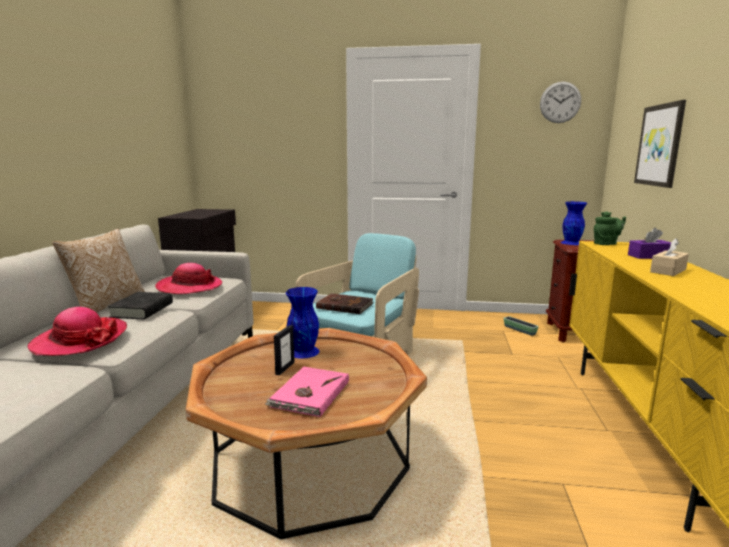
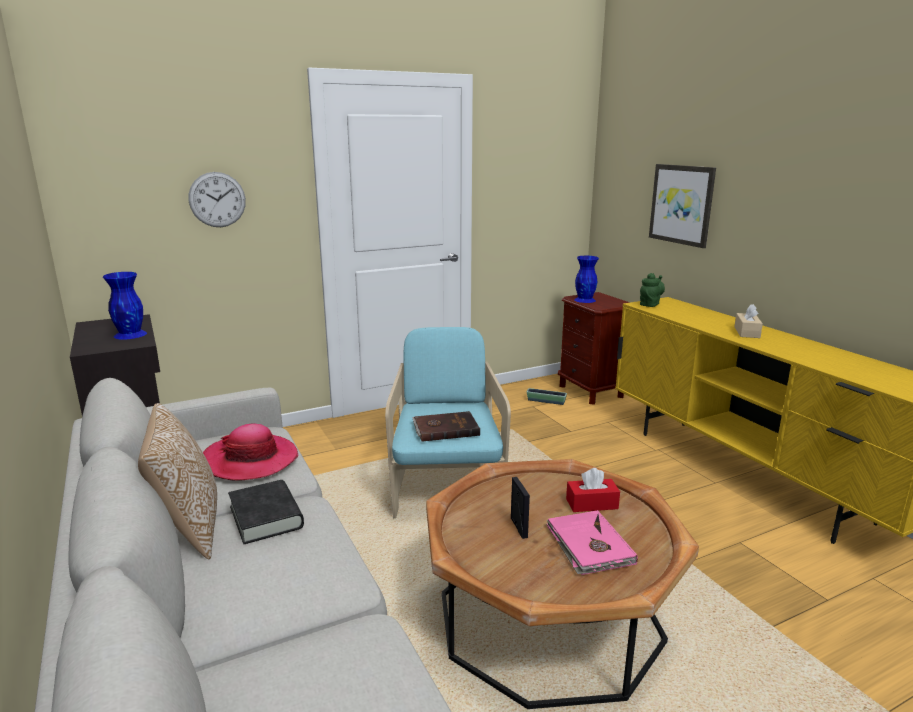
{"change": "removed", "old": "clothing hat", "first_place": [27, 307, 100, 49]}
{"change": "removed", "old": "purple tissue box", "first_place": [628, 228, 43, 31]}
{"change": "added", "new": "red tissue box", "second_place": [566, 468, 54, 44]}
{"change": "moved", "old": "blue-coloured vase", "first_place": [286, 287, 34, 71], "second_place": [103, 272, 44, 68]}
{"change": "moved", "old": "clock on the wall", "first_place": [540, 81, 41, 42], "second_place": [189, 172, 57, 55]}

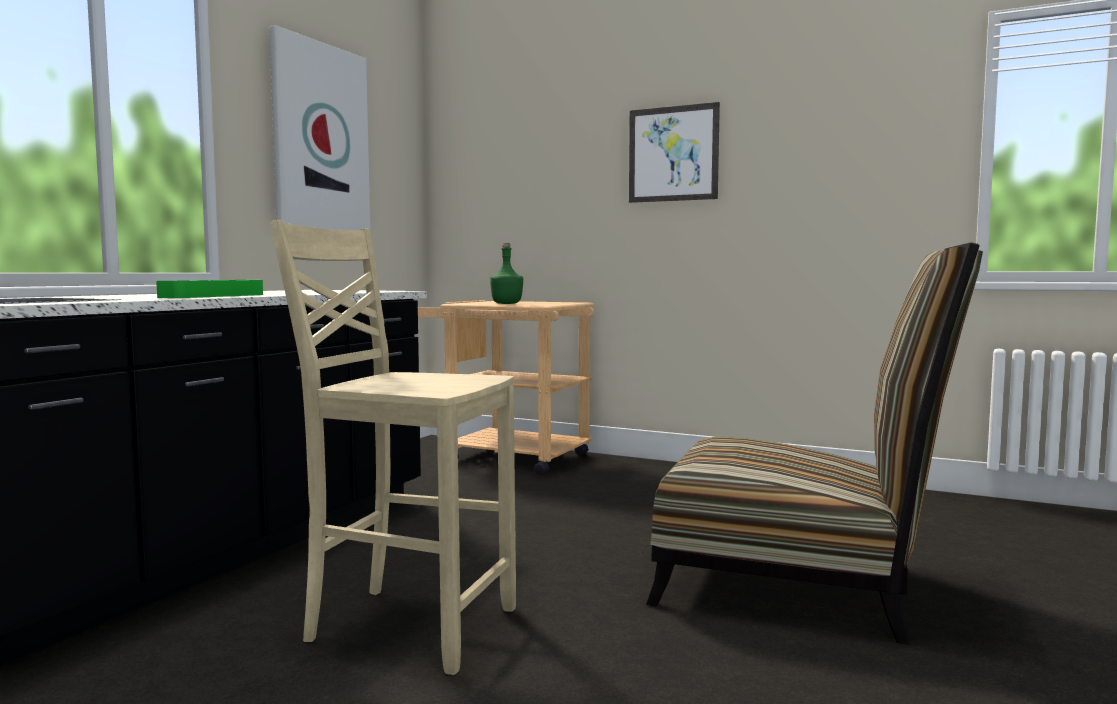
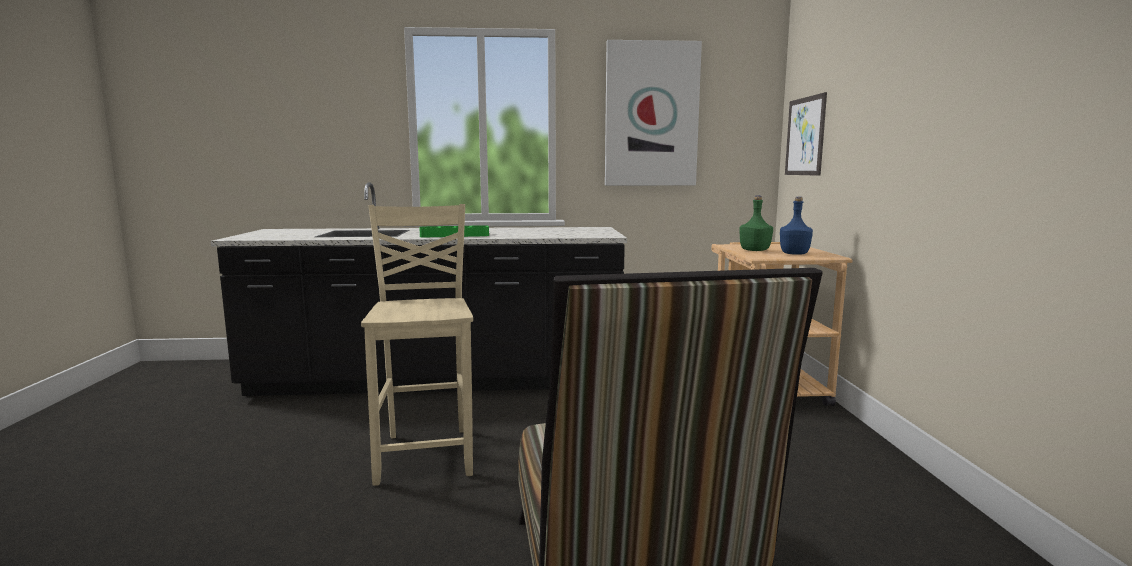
{"change": "added", "new": "blue-coloured beverage bottle", "second_place": [780, 197, 33, 58]}
{"change": "moved", "old": "wall picture", "first_place": [629, 102, 91, 101], "second_place": [785, 92, 42, 84]}

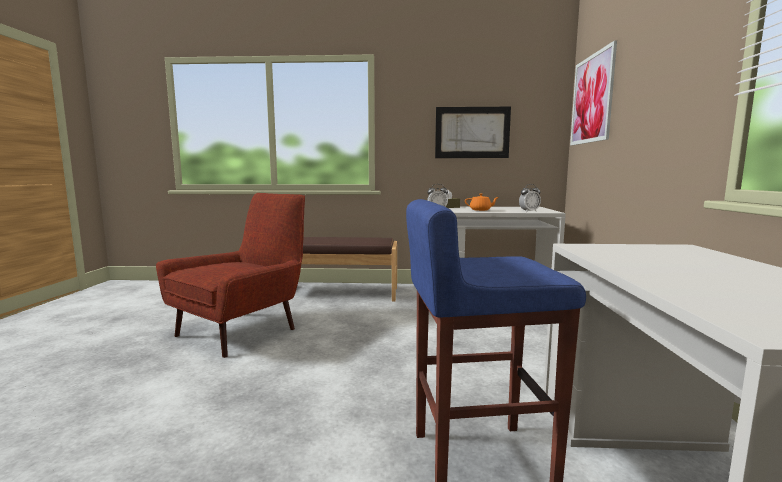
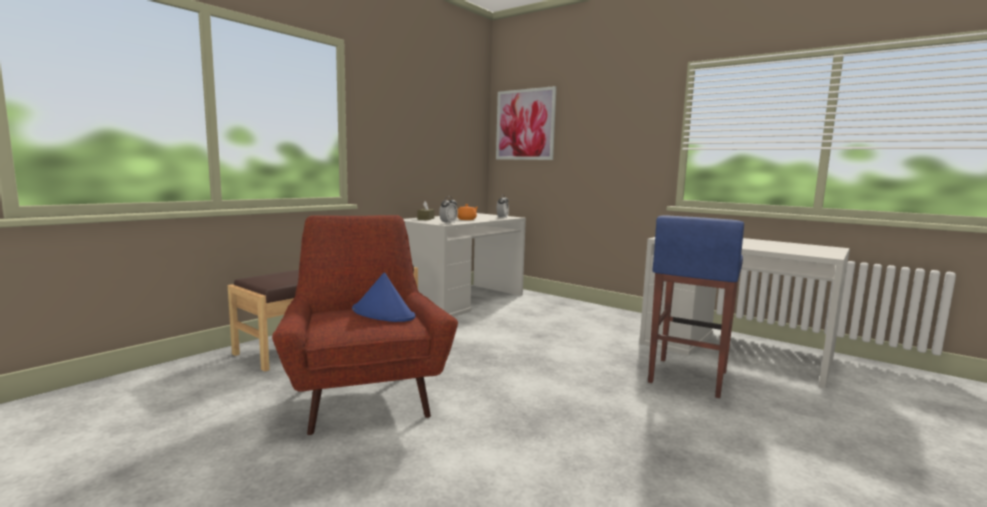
{"change": "removed", "old": "wall picture", "first_place": [435, 107, 76, 51]}
{"change": "added", "new": "blue-coloured clothing hat", "second_place": [352, 272, 63, 50]}

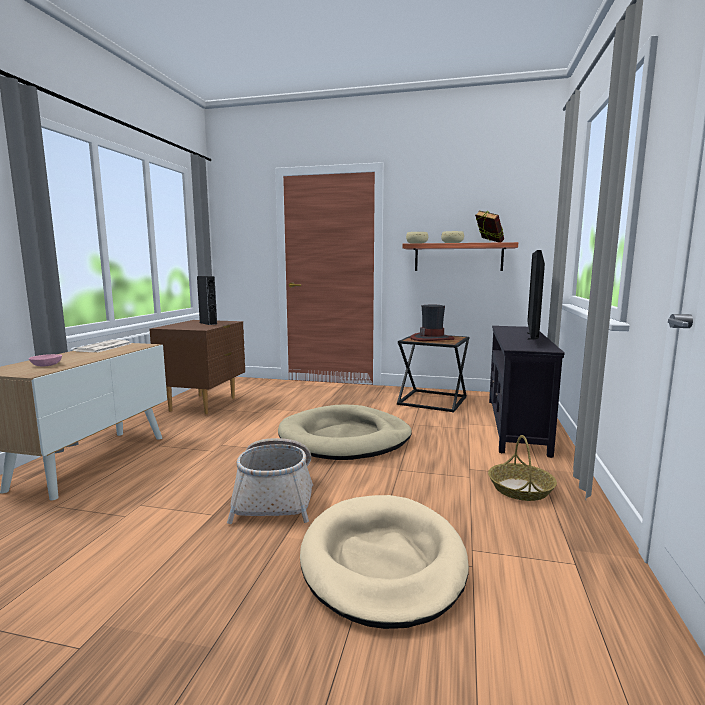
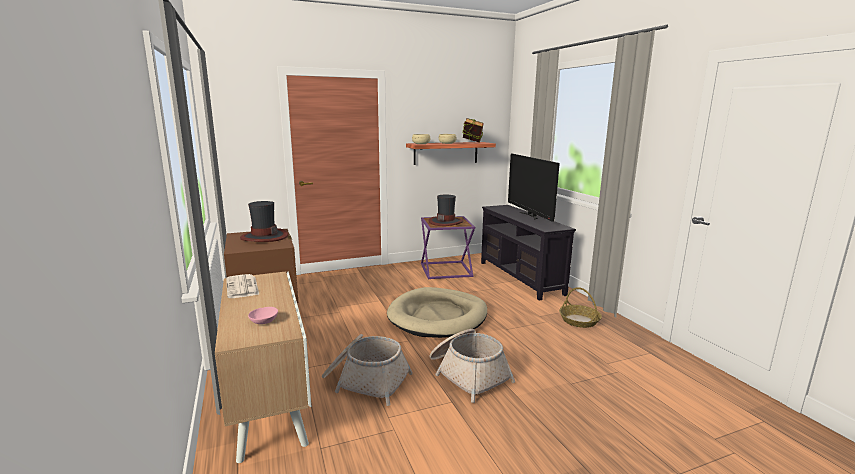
{"change": "removed", "old": "sand-coloured pet bed", "first_place": [300, 495, 169, 134]}
{"change": "added", "new": "household basket", "second_place": [322, 334, 91, 72]}
{"change": "replaced", "old": "blackish speaker", "new": "clothing hat", "first_place": [197, 276, 20, 49], "second_place": [240, 201, 48, 41]}
{"change": "recoloured", "old": "blackish side table", "new": "purple side table", "first_place": [397, 335, 72, 78], "second_place": [421, 216, 54, 63]}

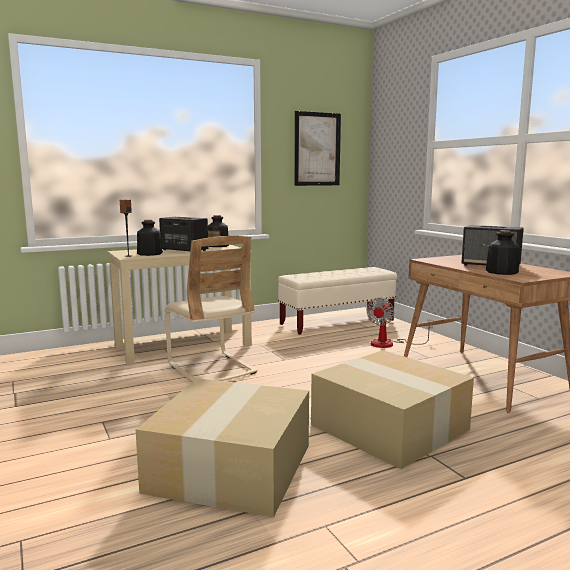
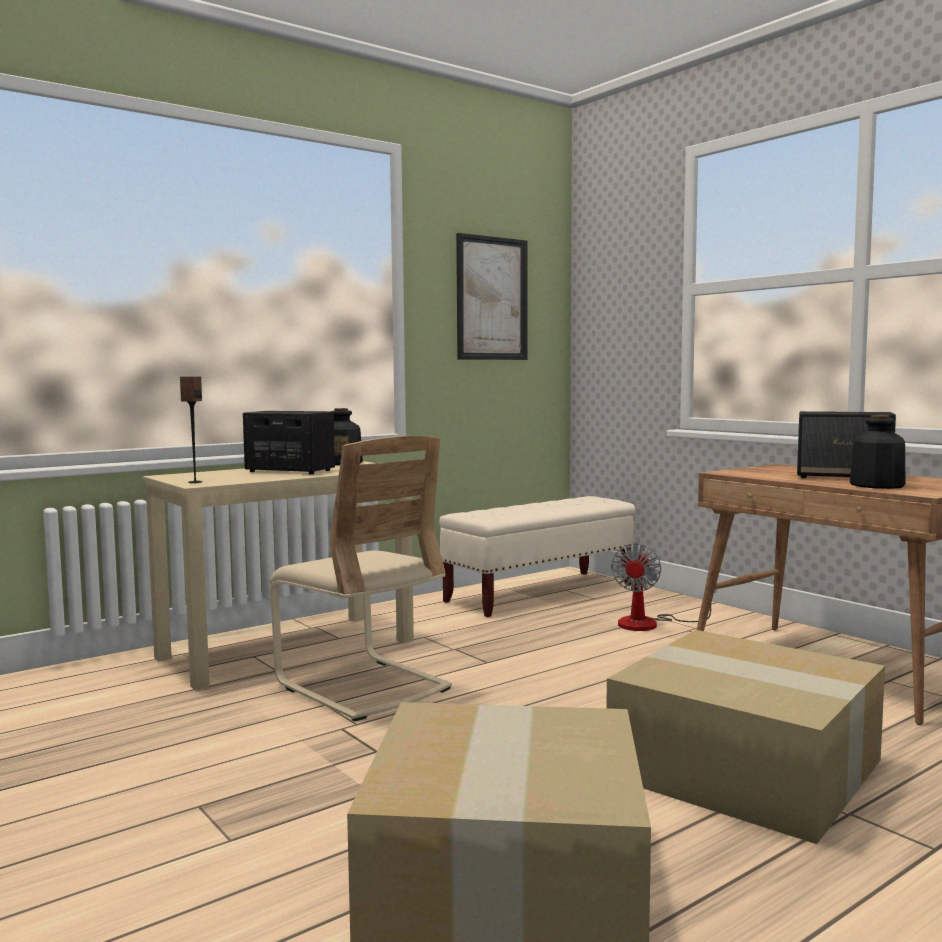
{"change": "removed", "old": "beverage bottle", "first_place": [137, 220, 26, 36]}

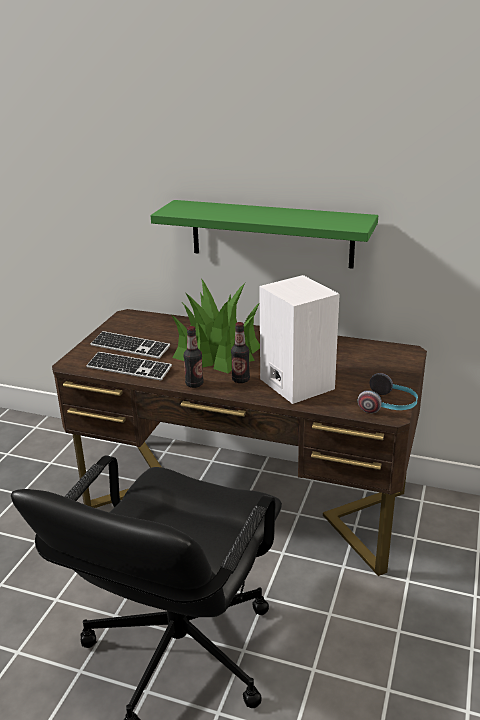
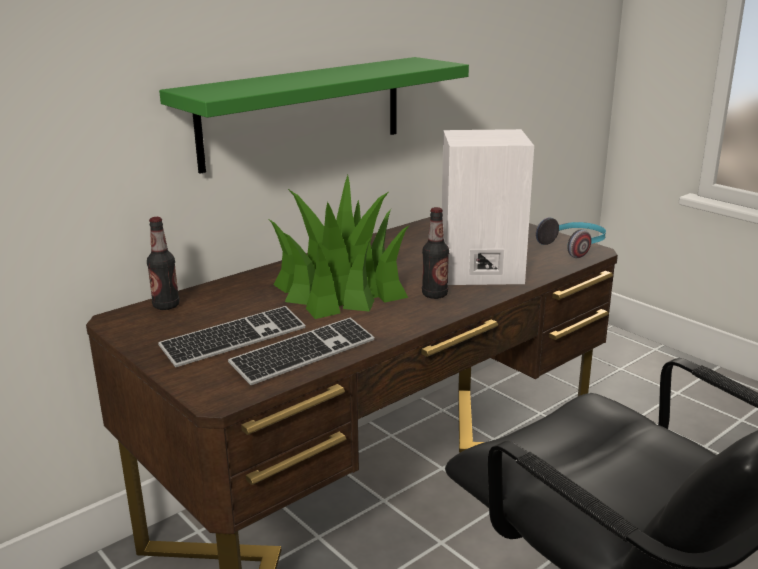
{"change": "moved", "old": "beverage bottle", "first_place": [184, 326, 19, 62], "second_place": [147, 217, 33, 93]}

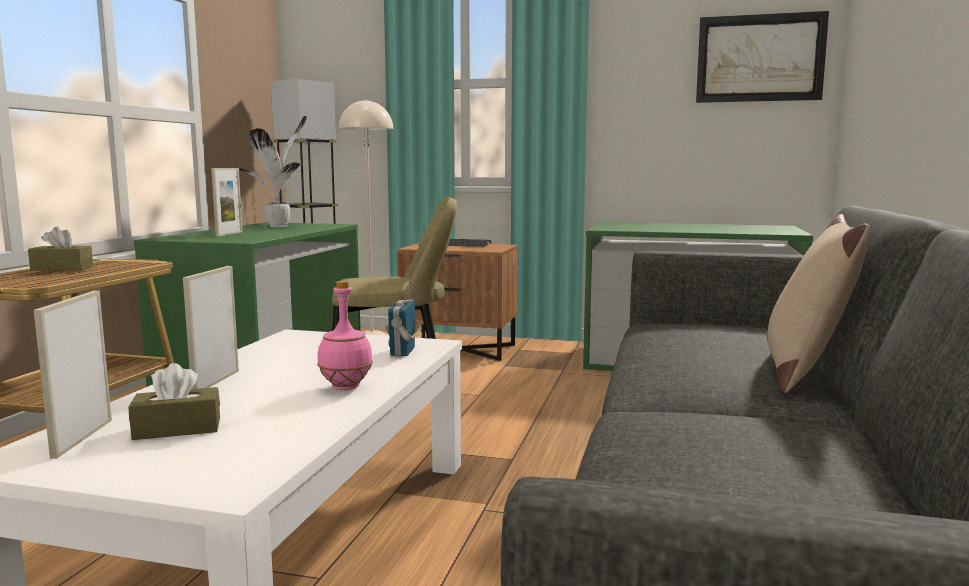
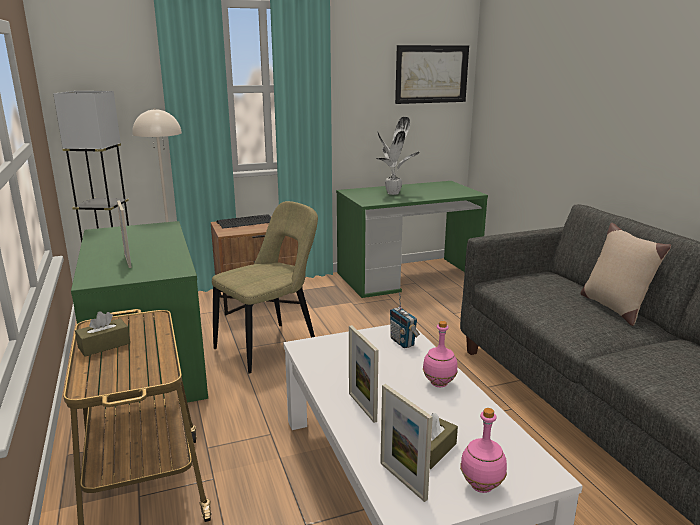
{"change": "added", "new": "pinkish beverage bottle", "second_place": [460, 408, 47, 85]}
{"change": "moved", "old": "houseplant", "first_place": [239, 116, 68, 111], "second_place": [376, 117, 44, 78]}

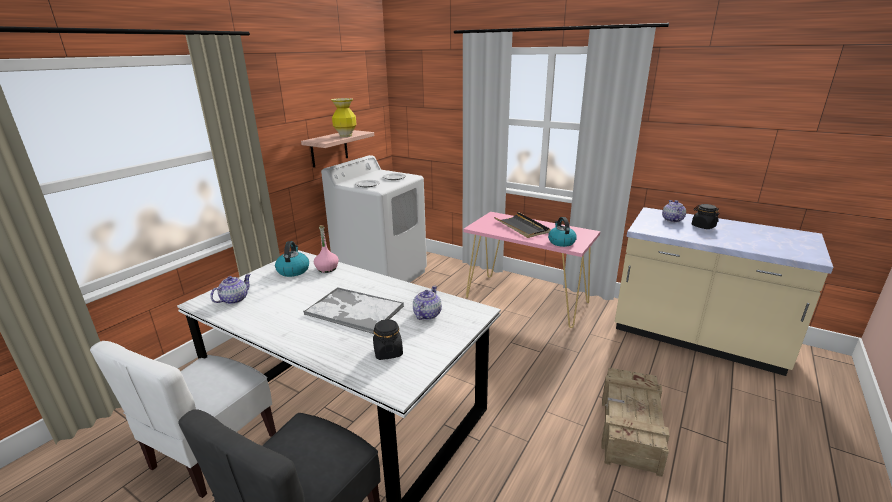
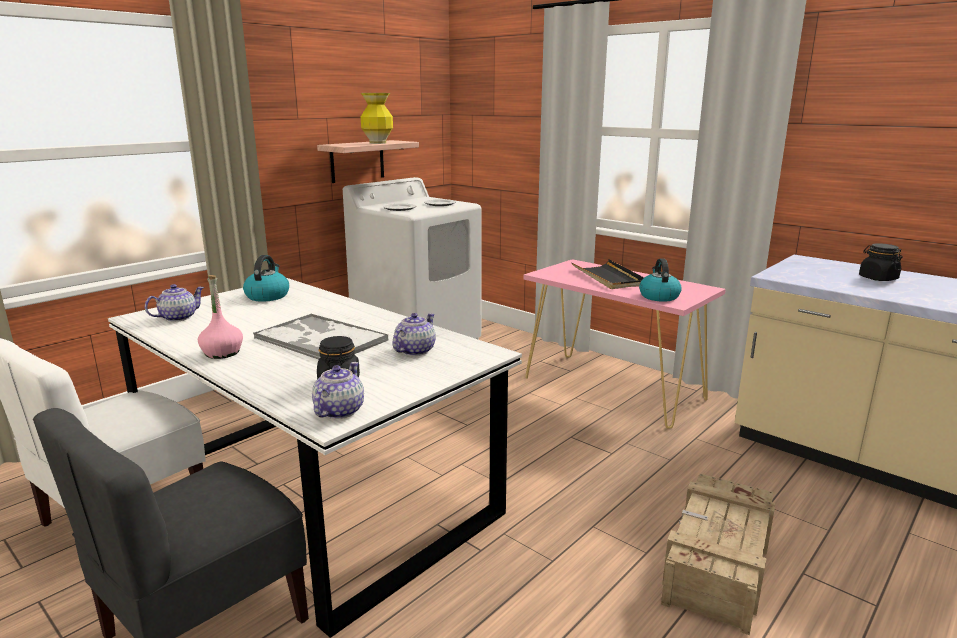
{"change": "moved", "old": "pinkish beverage bottle", "first_place": [314, 225, 25, 48], "second_place": [198, 275, 45, 84]}
{"change": "moved", "old": "tea pot", "first_place": [662, 200, 24, 22], "second_place": [312, 362, 52, 57]}

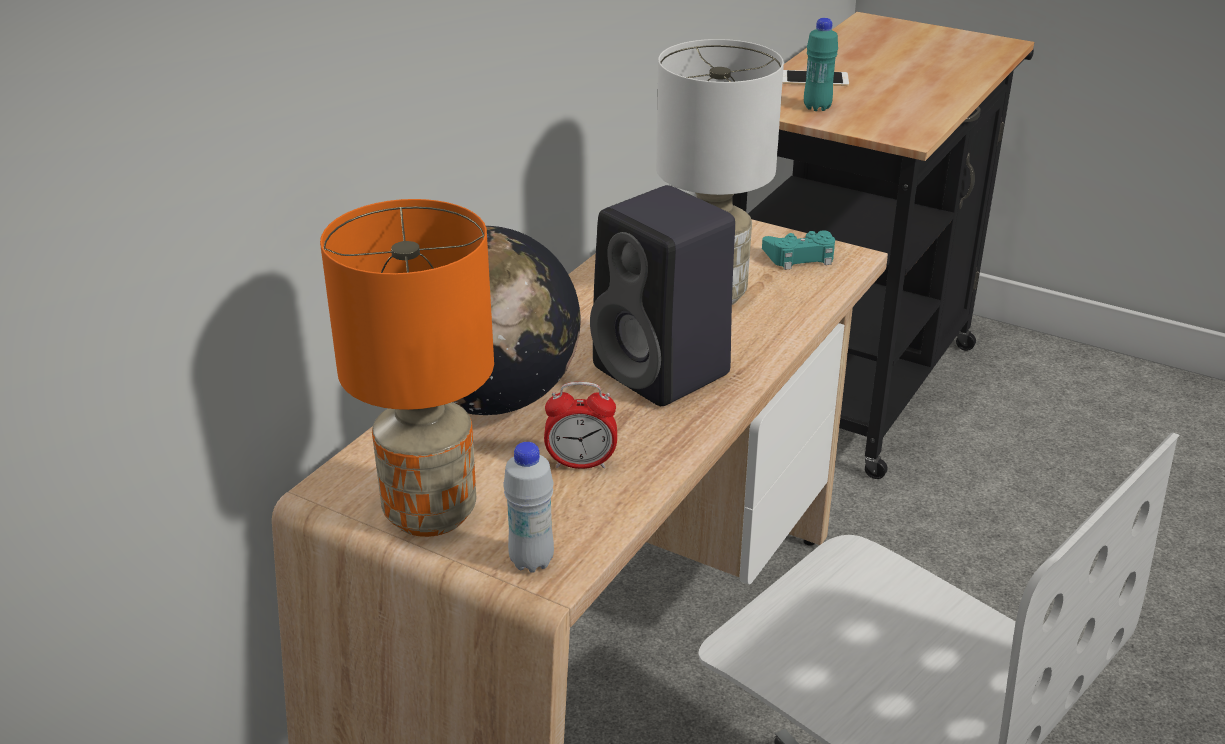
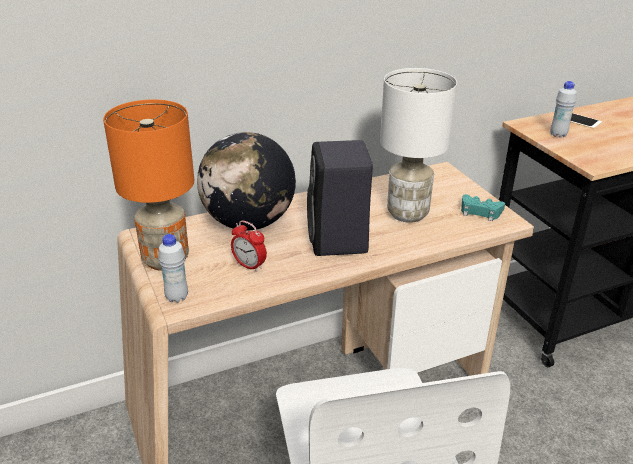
{"change": "recoloured", "old": "blue-green beverage bottle", "new": "white-coloured beverage bottle", "first_place": [804, 18, 34, 93], "second_place": [550, 81, 27, 57]}

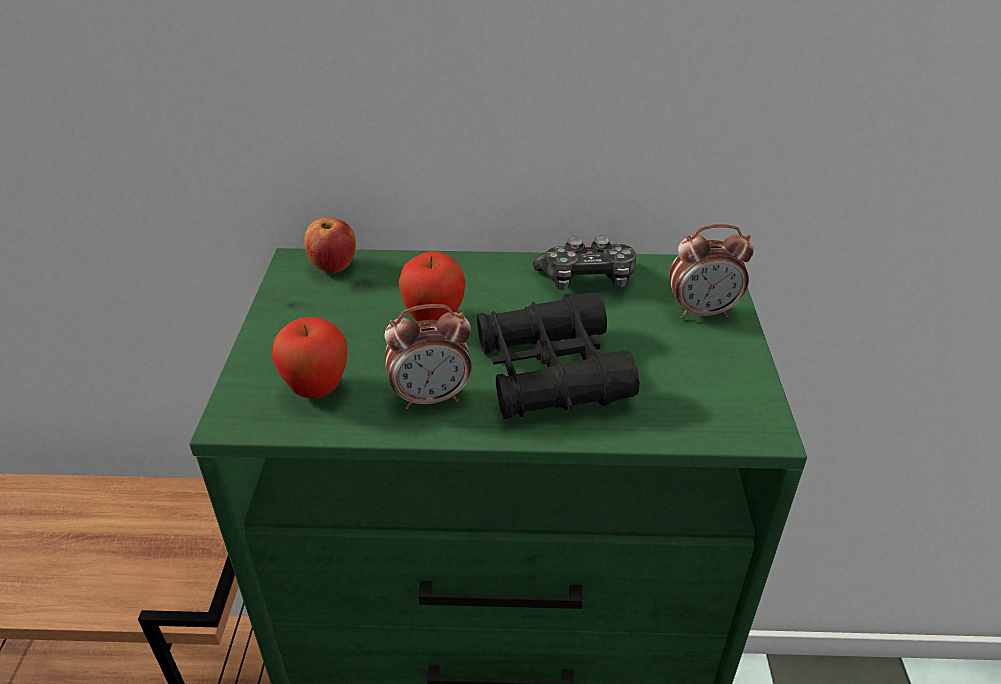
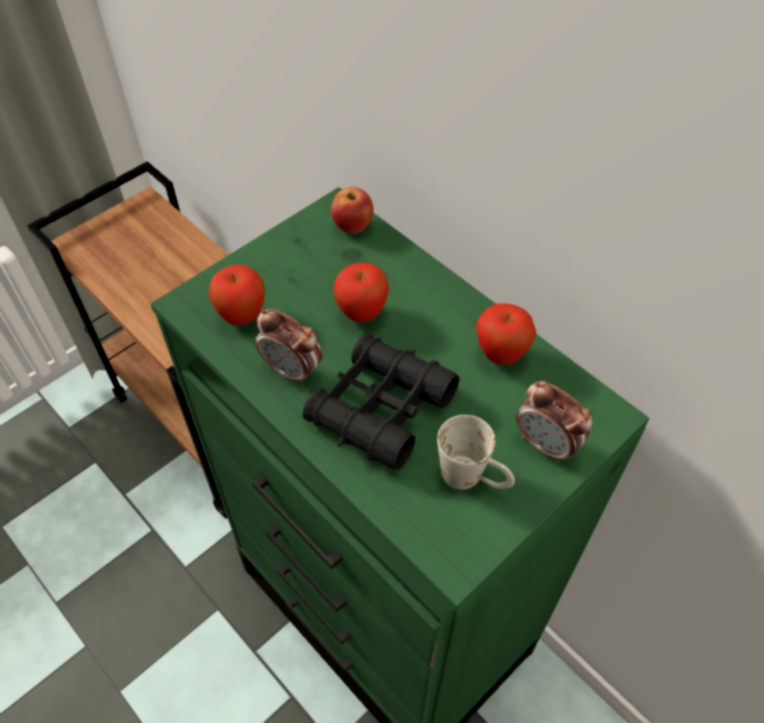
{"change": "added", "new": "white-coloured mug", "second_place": [437, 415, 78, 75]}
{"change": "replaced", "old": "joypad", "new": "whole apple", "first_place": [533, 235, 103, 55], "second_place": [476, 303, 60, 62]}

